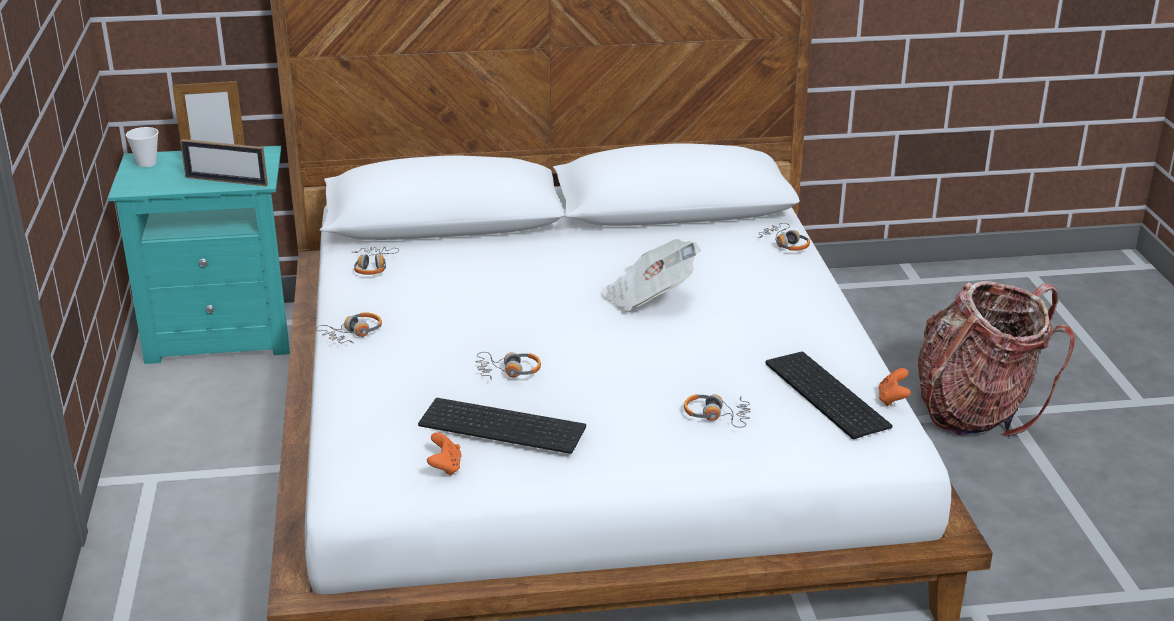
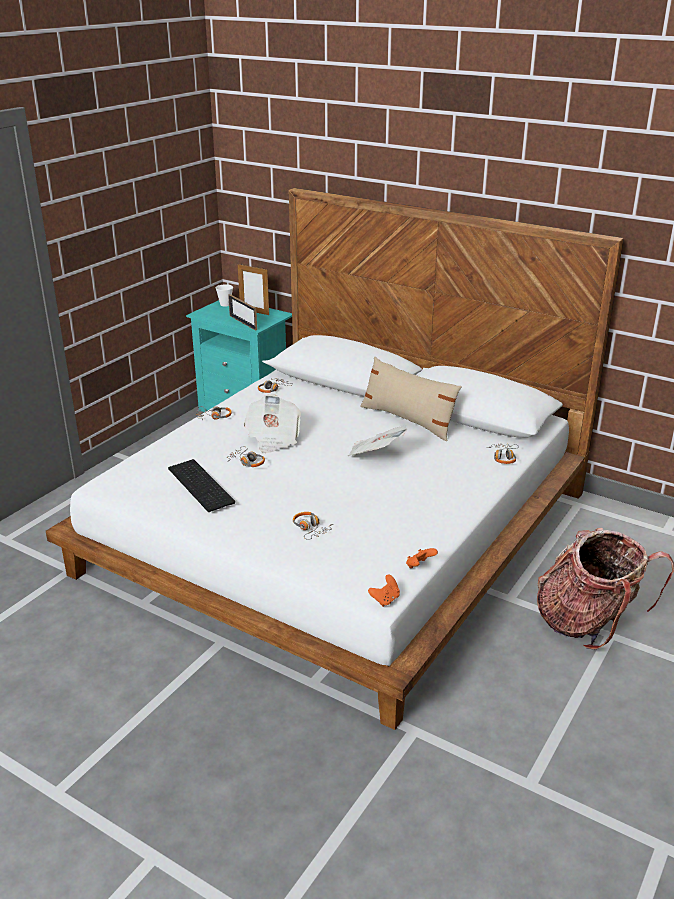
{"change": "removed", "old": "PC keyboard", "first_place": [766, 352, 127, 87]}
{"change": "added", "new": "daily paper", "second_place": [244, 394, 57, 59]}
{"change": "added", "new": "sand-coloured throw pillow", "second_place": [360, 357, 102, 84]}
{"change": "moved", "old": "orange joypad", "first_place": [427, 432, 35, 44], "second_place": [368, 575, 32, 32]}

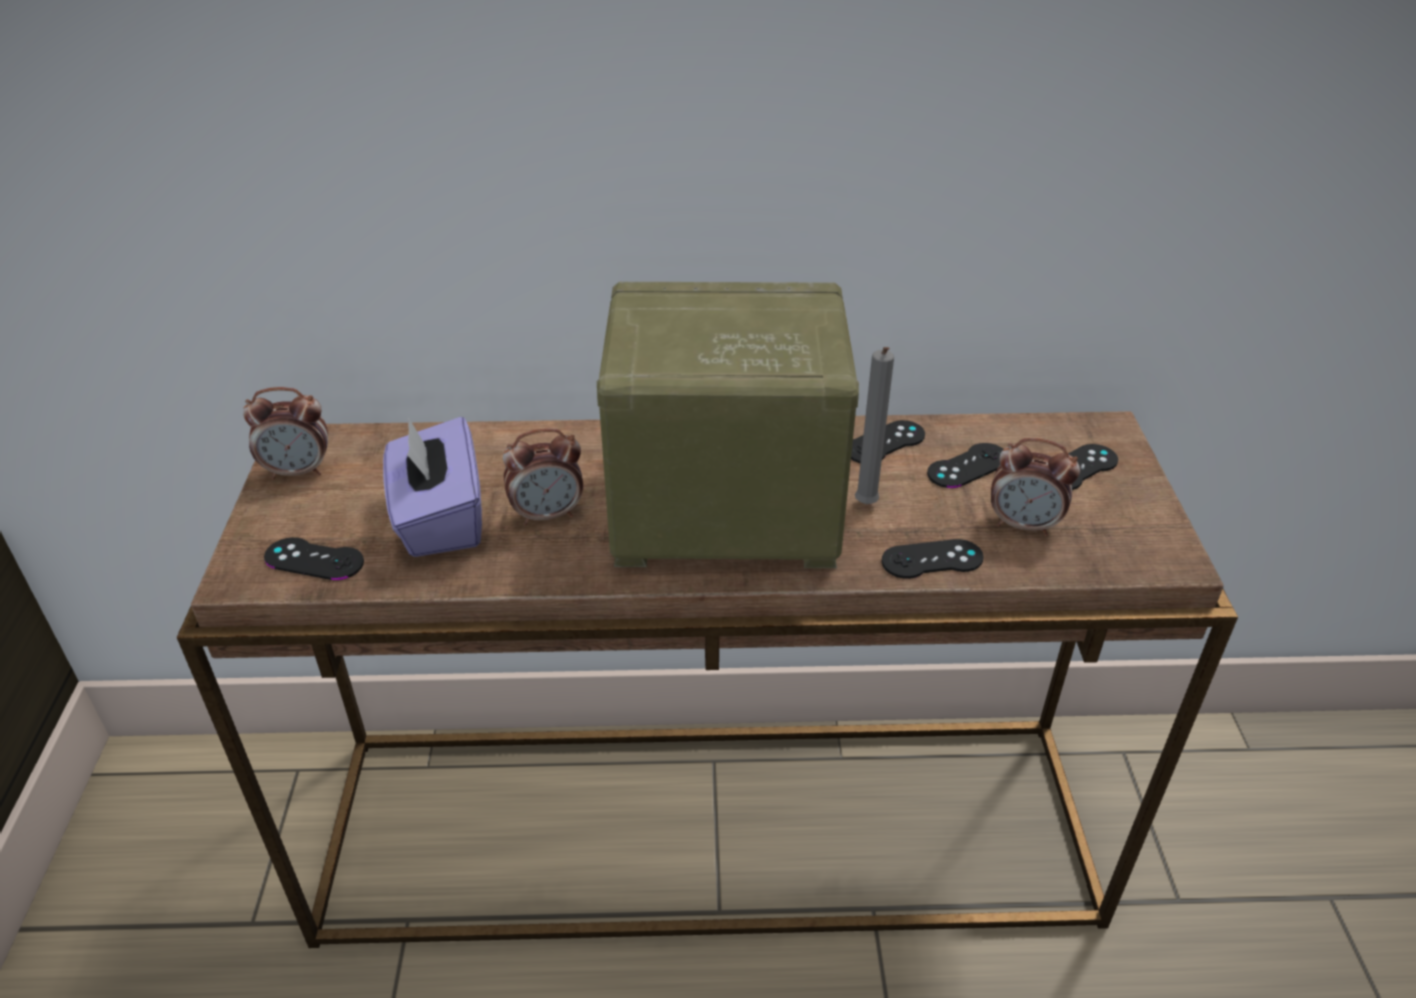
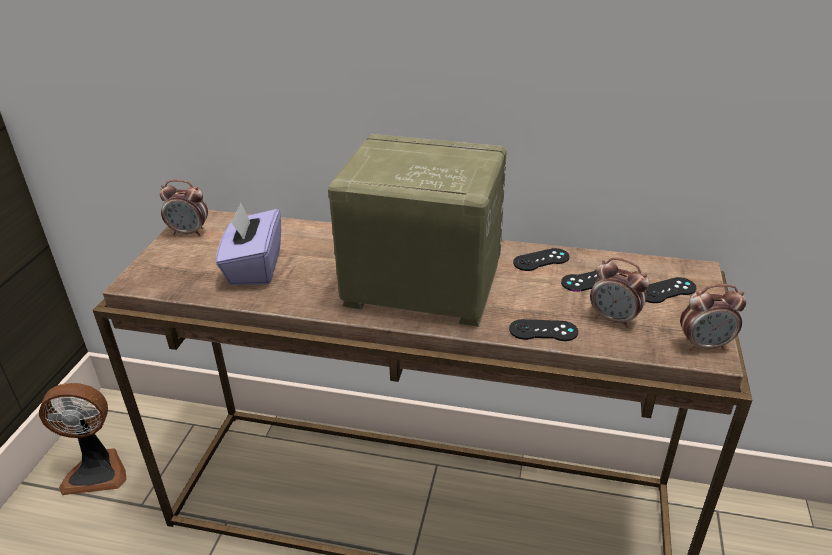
{"change": "removed", "old": "blackish joypad", "first_place": [264, 537, 100, 43]}
{"change": "removed", "old": "grey candle", "first_place": [855, 347, 39, 157]}
{"change": "added", "new": "fan", "second_place": [39, 383, 88, 112]}
{"change": "moved", "old": "alarm clock", "first_place": [503, 428, 80, 98], "second_place": [680, 284, 66, 67]}

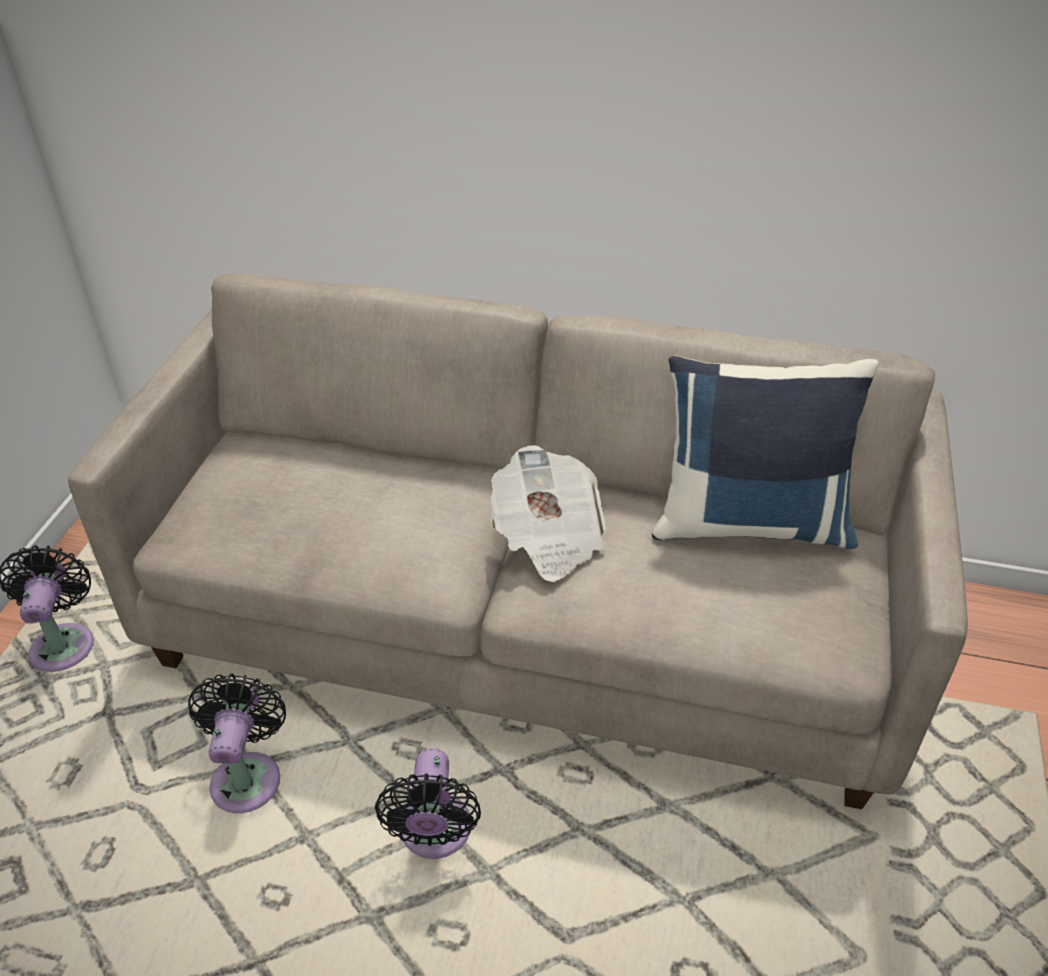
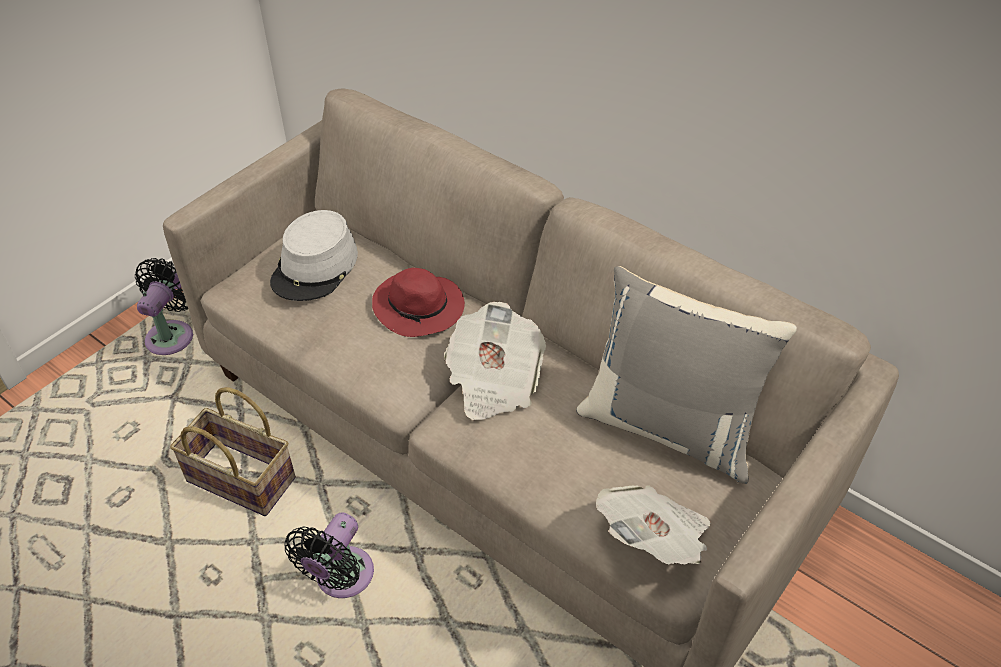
{"change": "added", "new": "grey clothing hat", "second_place": [270, 210, 88, 91]}
{"change": "added", "new": "red clothing hat", "second_place": [372, 268, 93, 69]}
{"change": "added", "new": "daily paper", "second_place": [596, 485, 115, 79]}
{"change": "replaced", "old": "blackish fan", "new": "household basket", "first_place": [188, 674, 98, 139], "second_place": [170, 387, 126, 129]}
{"change": "recoloured", "old": "blue-coloured throw pillow", "new": "grey throw pillow", "first_place": [652, 355, 227, 194], "second_place": [576, 266, 221, 218]}

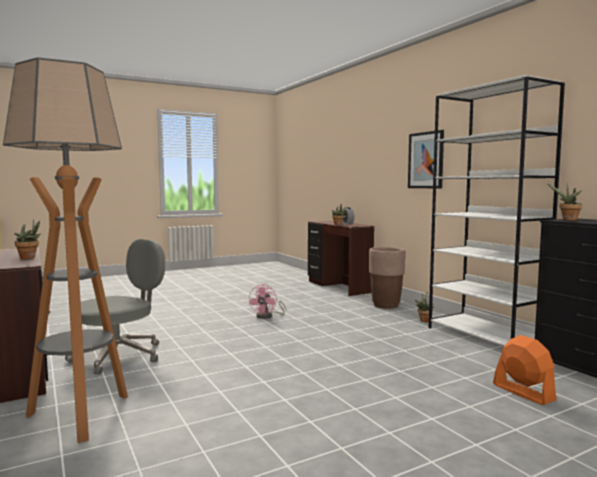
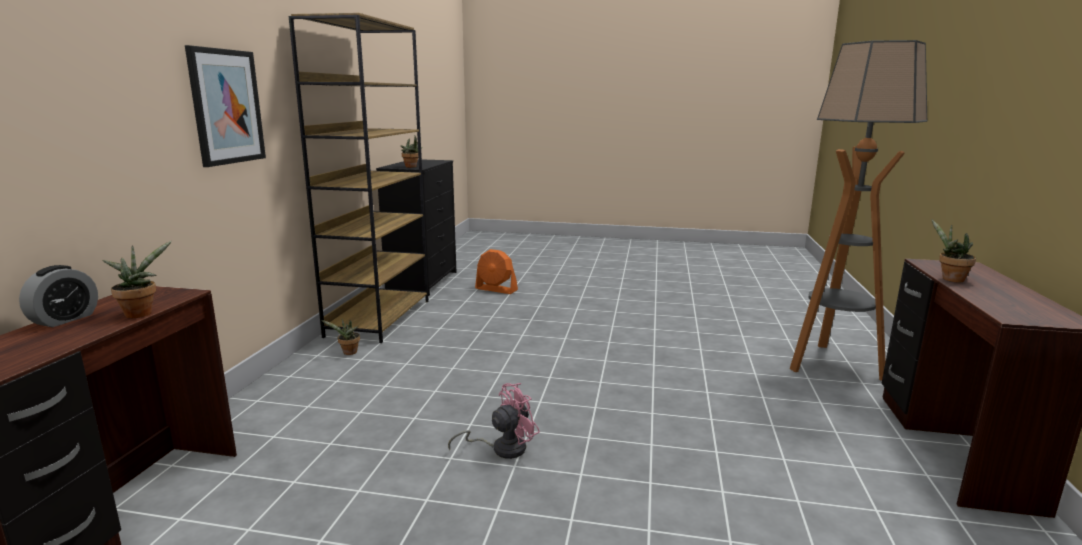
{"change": "removed", "old": "grey office chair", "first_place": [65, 239, 100, 135]}
{"change": "removed", "old": "brown-coloured flower pot", "first_place": [369, 247, 37, 62]}
{"change": "recoloured", "old": "white-coloured bookshelf", "new": "brown-coloured bookshelf", "first_place": [429, 75, 136, 271], "second_place": [288, 13, 141, 330]}
{"change": "turned", "old": "orange fan", "first_place": [493, 335, 64, 70], "second_place": [475, 249, 43, 45], "degrees": -75}

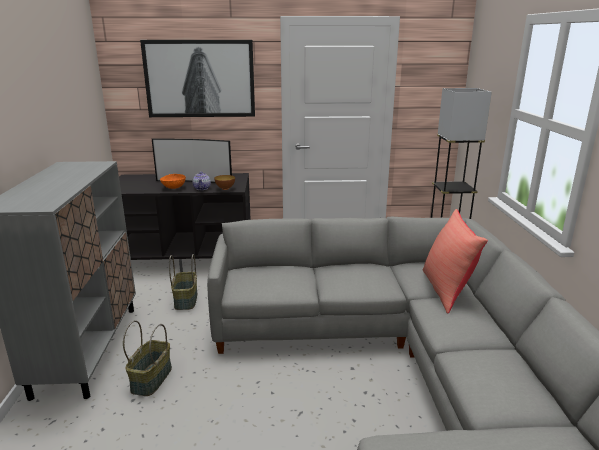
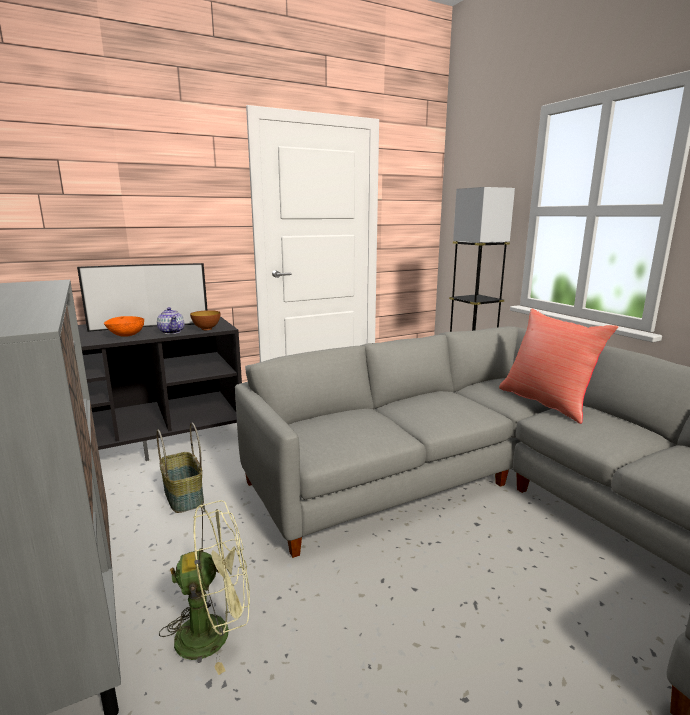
{"change": "removed", "old": "wall picture", "first_place": [140, 40, 115, 77]}
{"change": "replaced", "old": "household basket", "new": "green-coloured fan", "first_place": [123, 321, 49, 75], "second_place": [159, 500, 91, 175]}

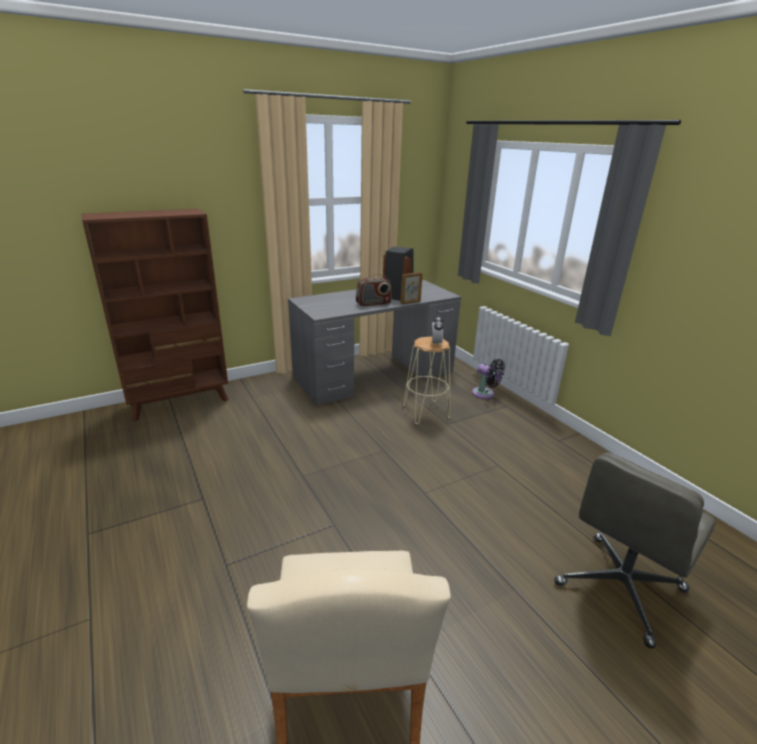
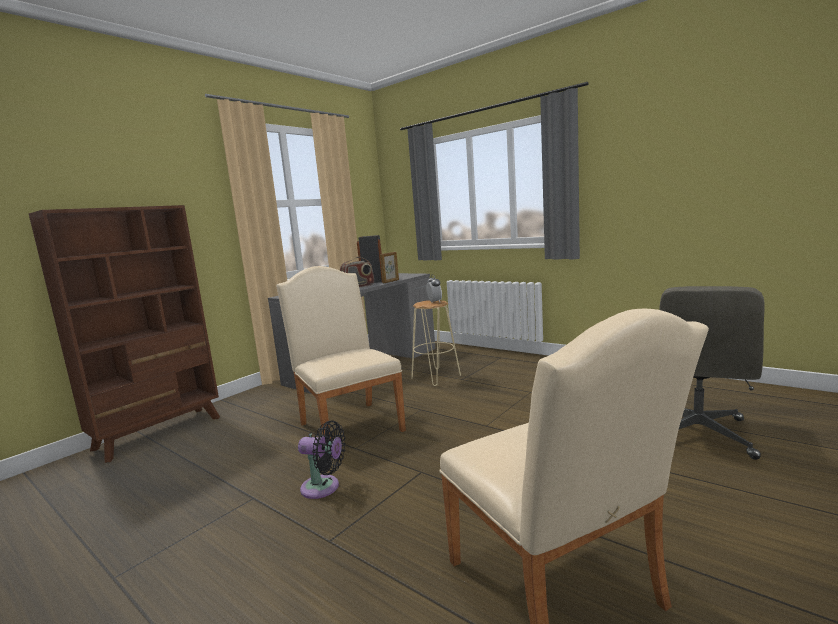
{"change": "added", "new": "sand-coloured plain chair", "second_place": [276, 266, 130, 190]}
{"change": "moved", "old": "blackish fan", "first_place": [472, 359, 33, 40], "second_place": [298, 421, 48, 78]}

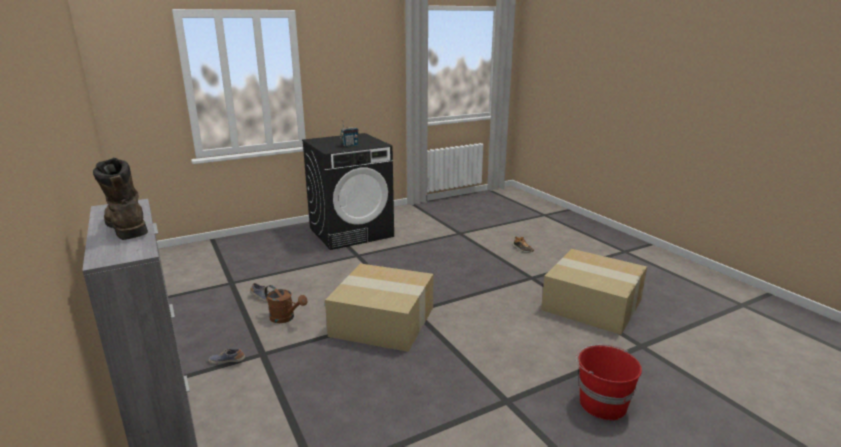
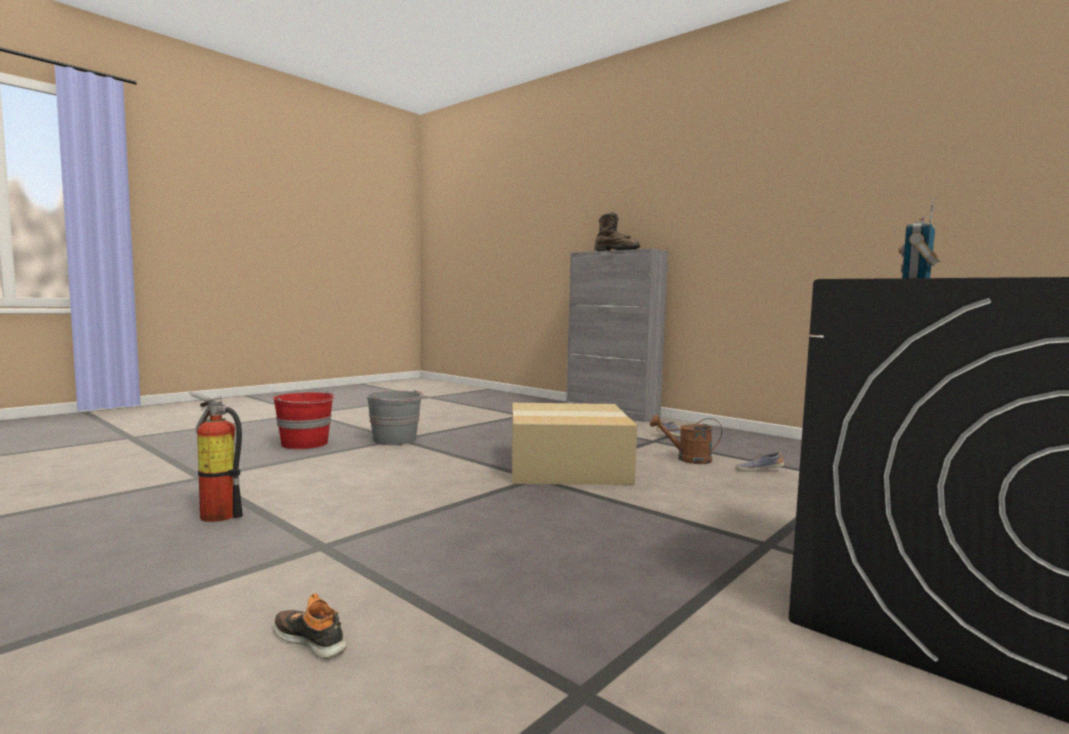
{"change": "added", "new": "grey pail", "second_place": [366, 390, 59, 55]}
{"change": "replaced", "old": "cardboard box", "new": "extinguisher", "first_place": [541, 249, 106, 86], "second_place": [189, 391, 54, 131]}

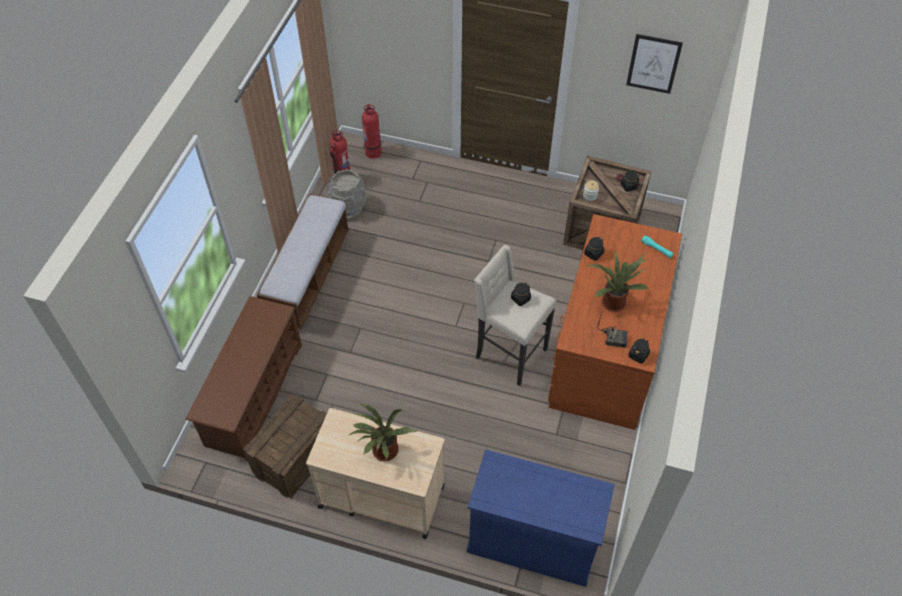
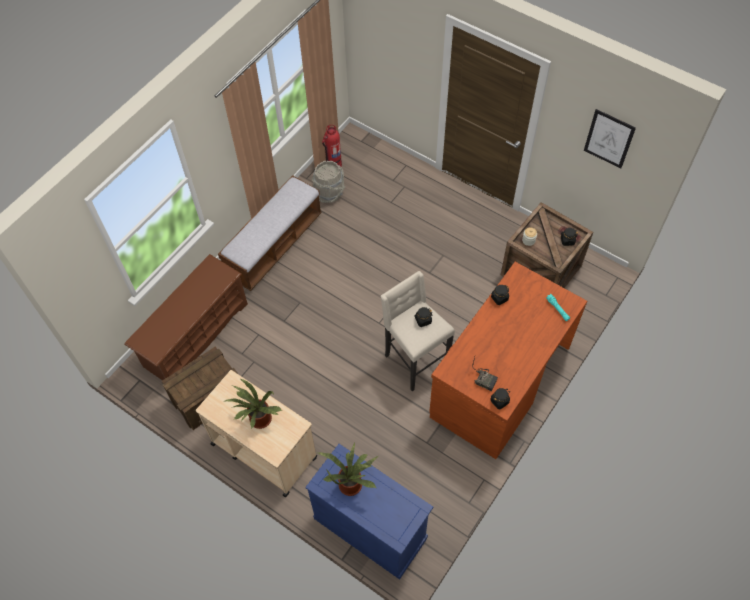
{"change": "removed", "old": "extinguisher", "first_place": [362, 104, 20, 55]}
{"change": "moved", "old": "houseplant", "first_place": [586, 250, 63, 62], "second_place": [318, 443, 60, 53]}

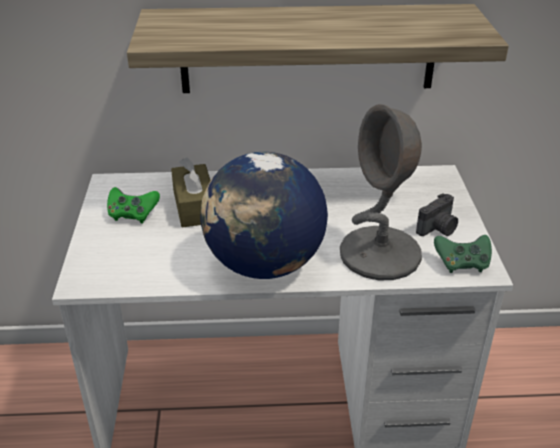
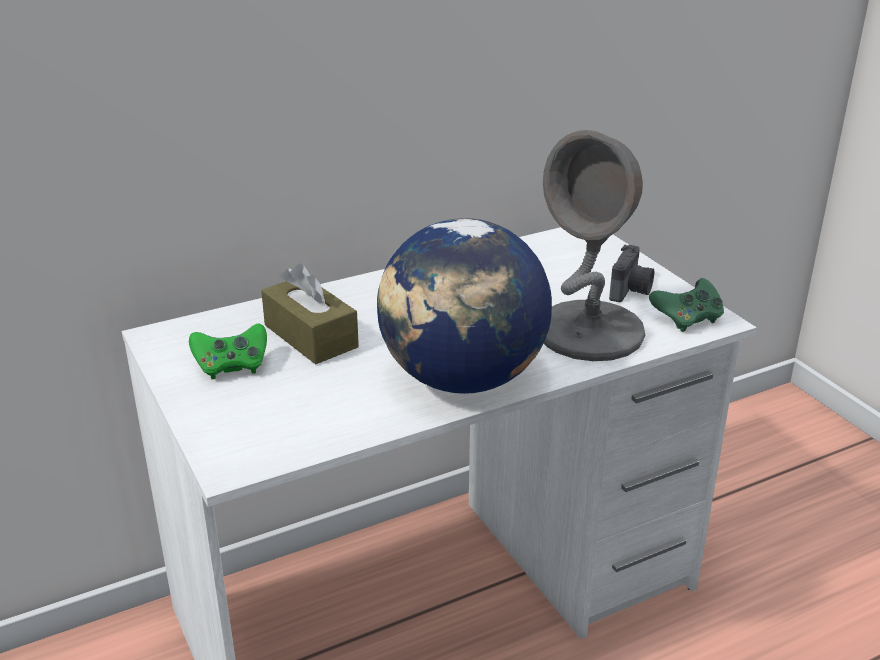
{"change": "removed", "old": "bracket shelf", "first_place": [127, 4, 382, 89]}

